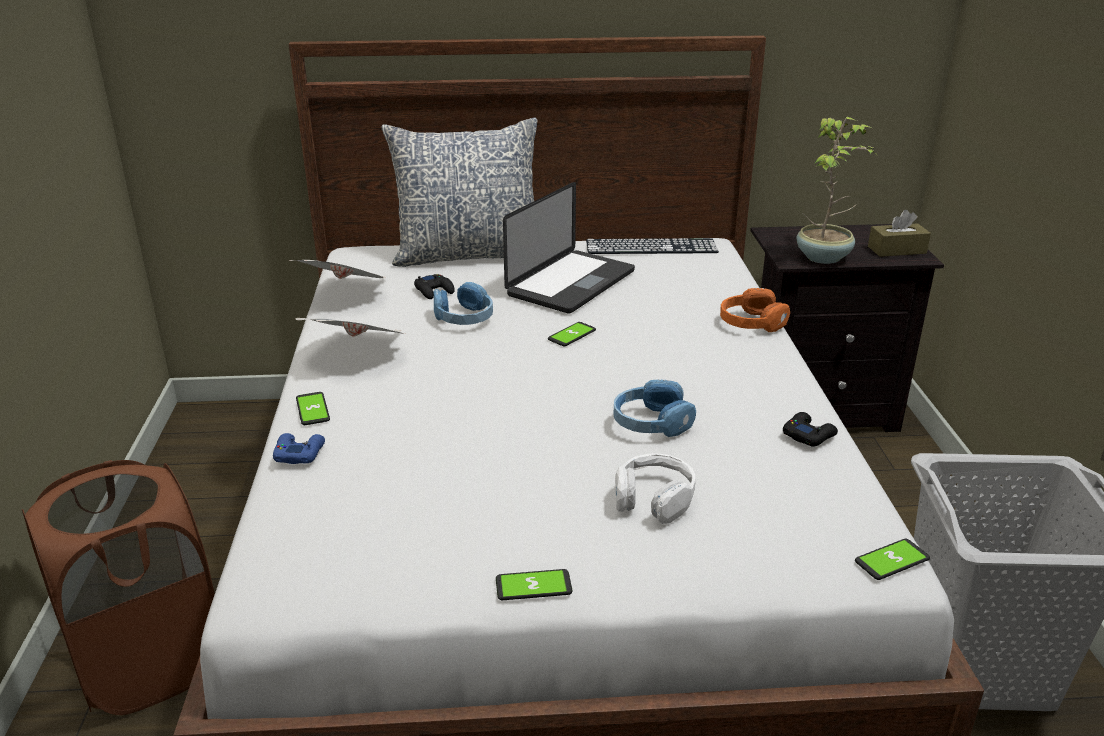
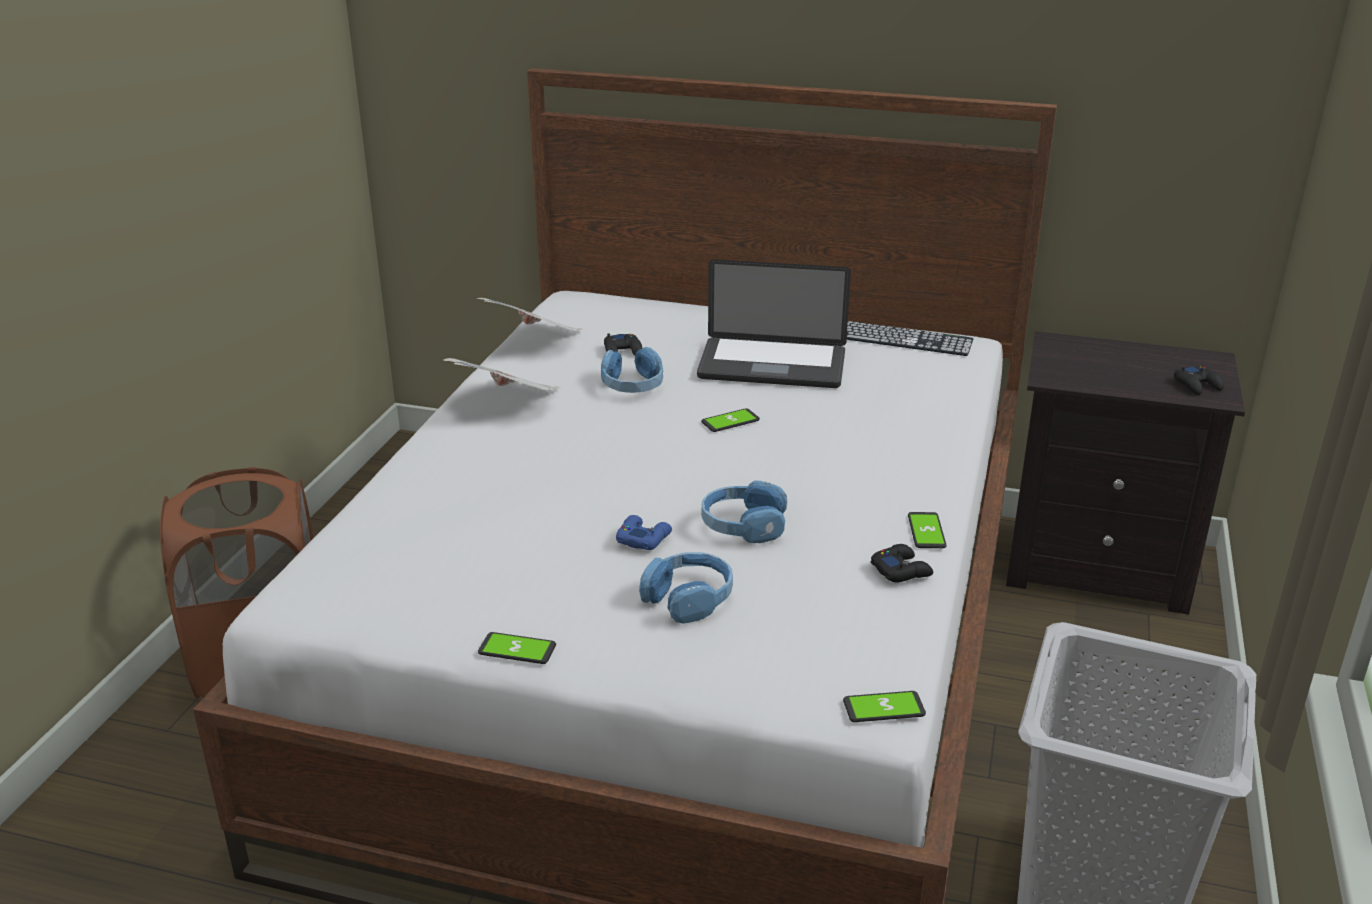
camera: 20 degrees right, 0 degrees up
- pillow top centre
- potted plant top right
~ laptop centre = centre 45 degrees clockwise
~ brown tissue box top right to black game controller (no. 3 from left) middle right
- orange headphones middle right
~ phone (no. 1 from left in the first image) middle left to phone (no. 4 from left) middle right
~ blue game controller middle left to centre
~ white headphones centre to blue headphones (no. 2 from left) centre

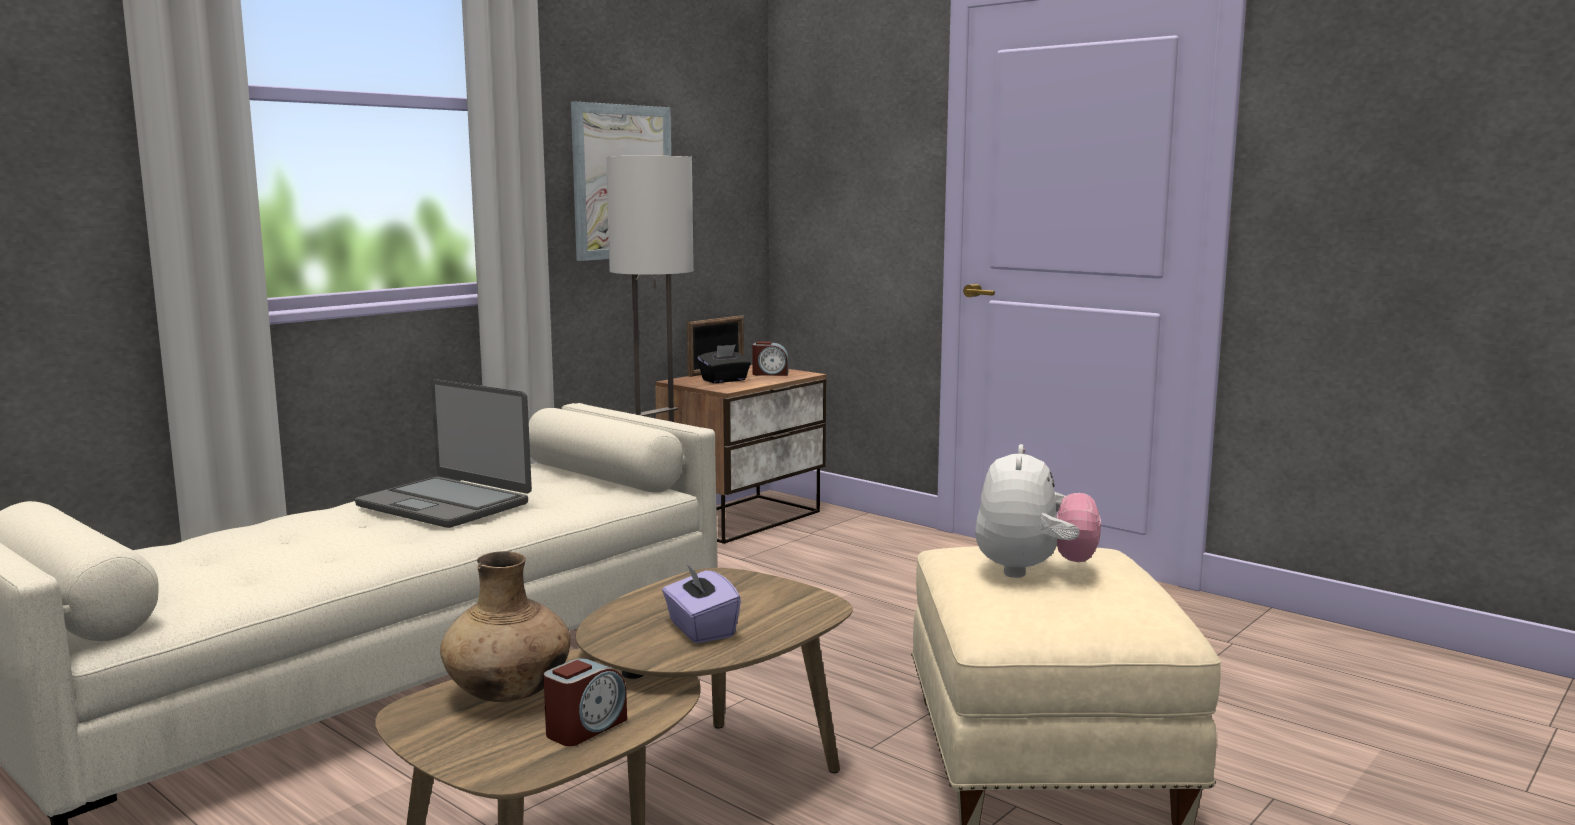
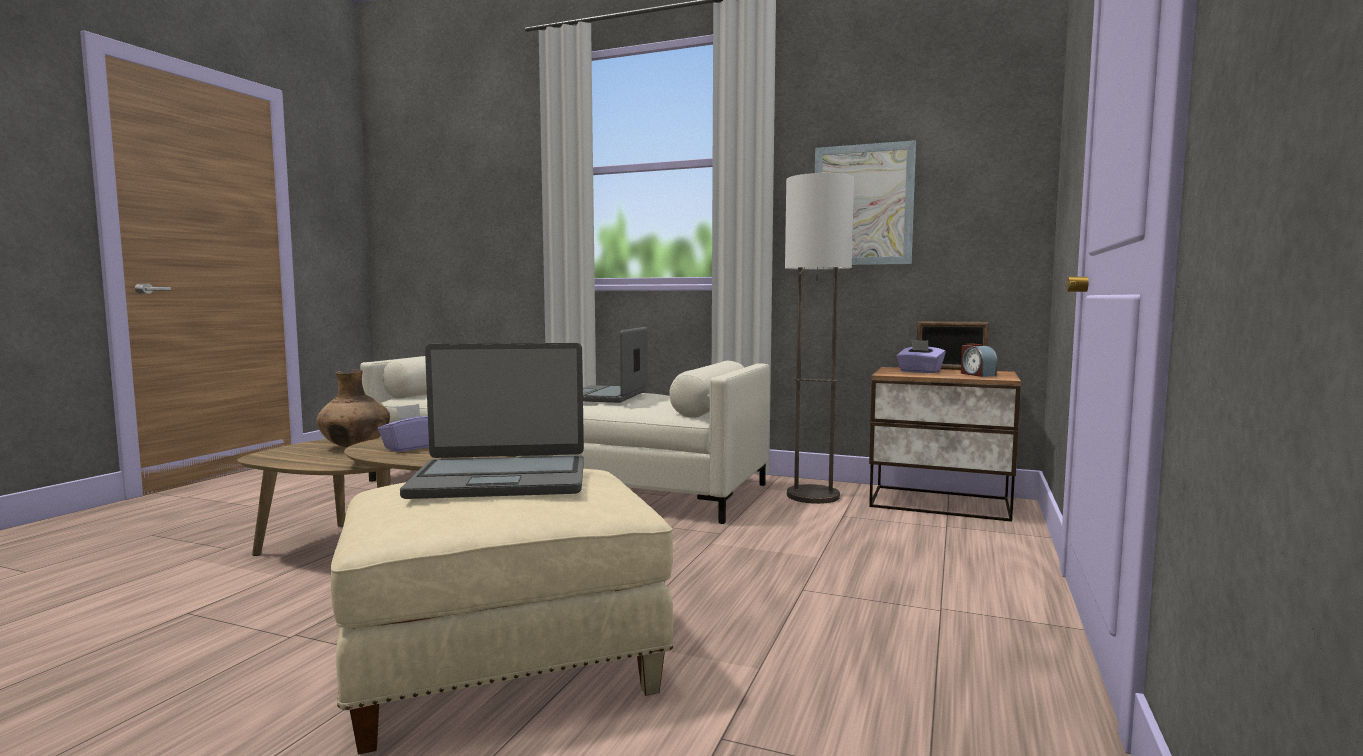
camera: 70 degrees right, 5 degrees down
~ black tissue box centre to purple tissue box (no. 2 from left) middle right
~ plush toy centre to laptop (no. 1 from left) centre
- alarm clock (no. 1 from left) bottom centre

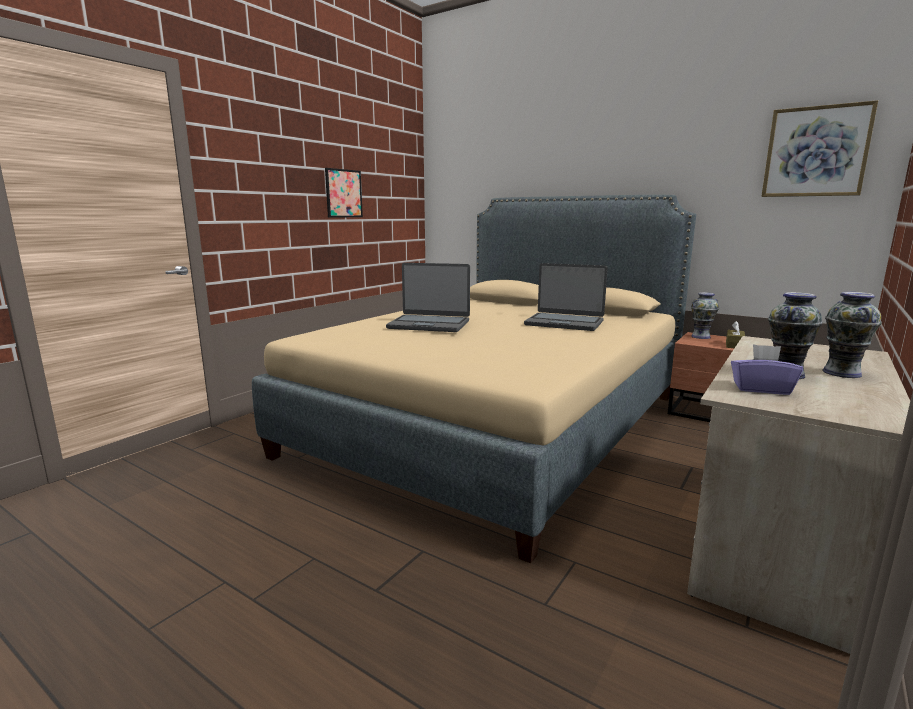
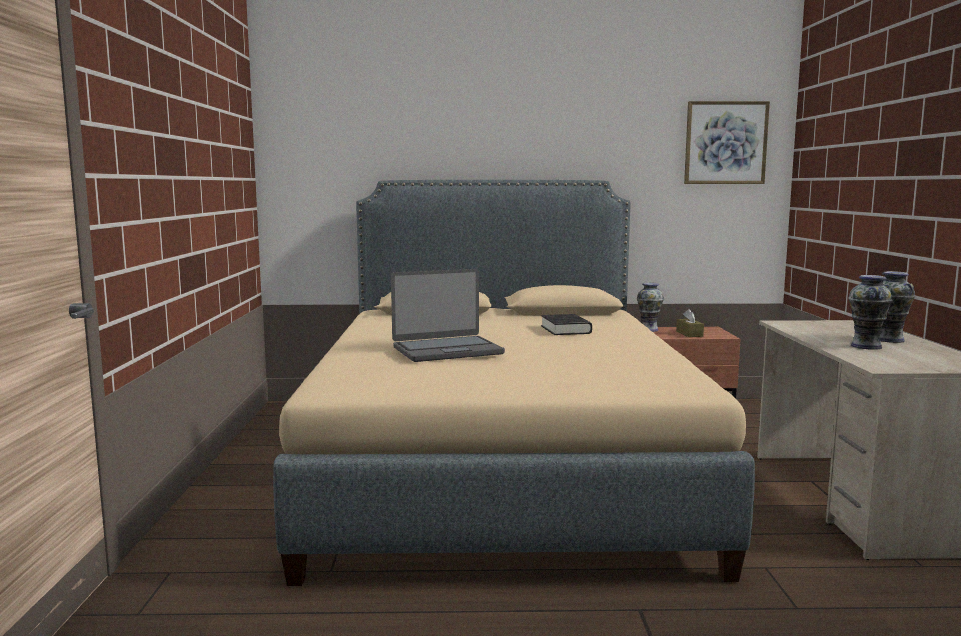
camera: 35 degrees left, 5 degrees down
- picture (no. 1 from left) top centre
~ laptop (no. 2 from left) centre to black book centre
- purple tissue box middle right

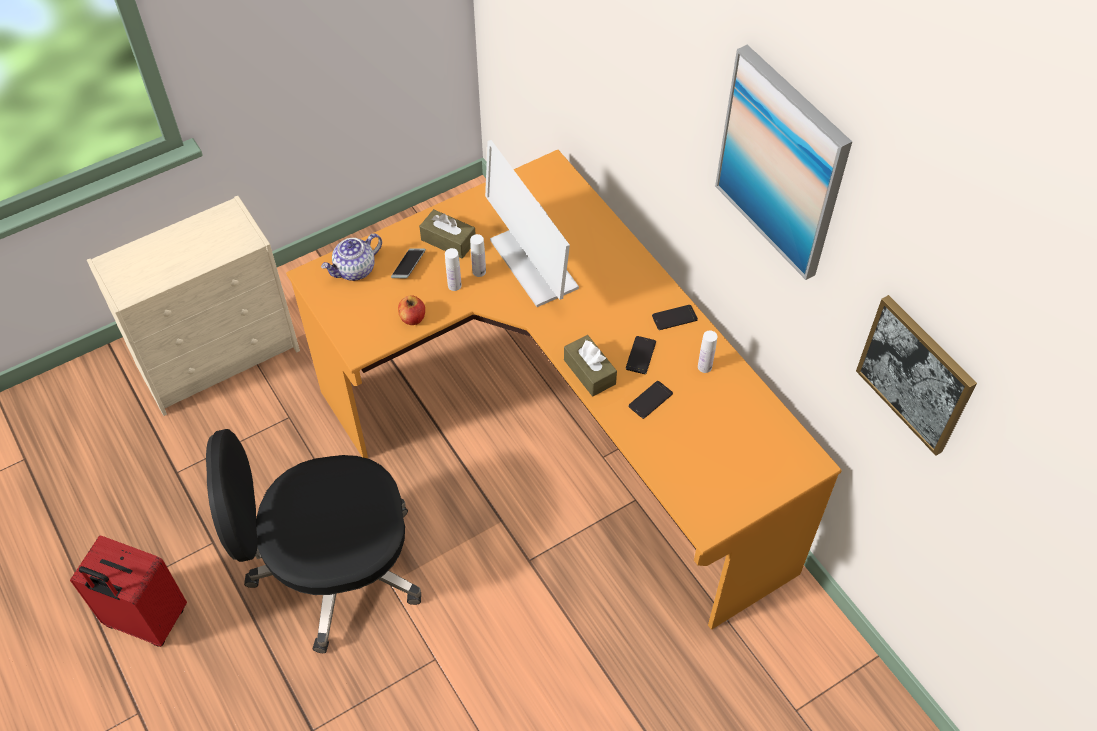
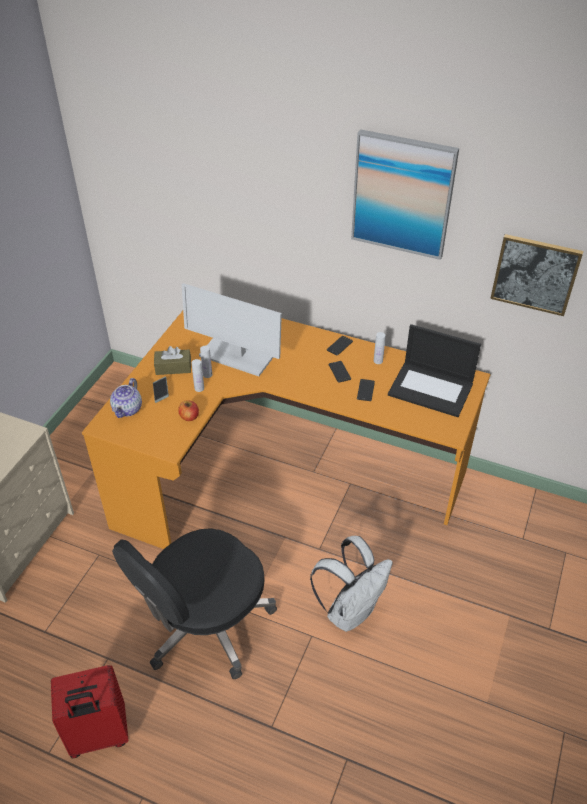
camera: 35 degrees left, 10 degrees down
- brown tissue box (no. 2 from left) centre
+ laptop middle right
+ white backpack bottom centre

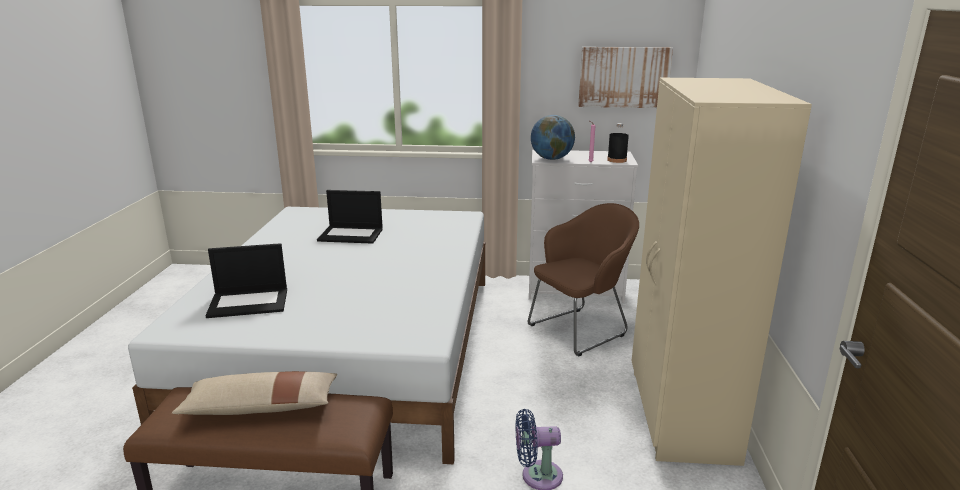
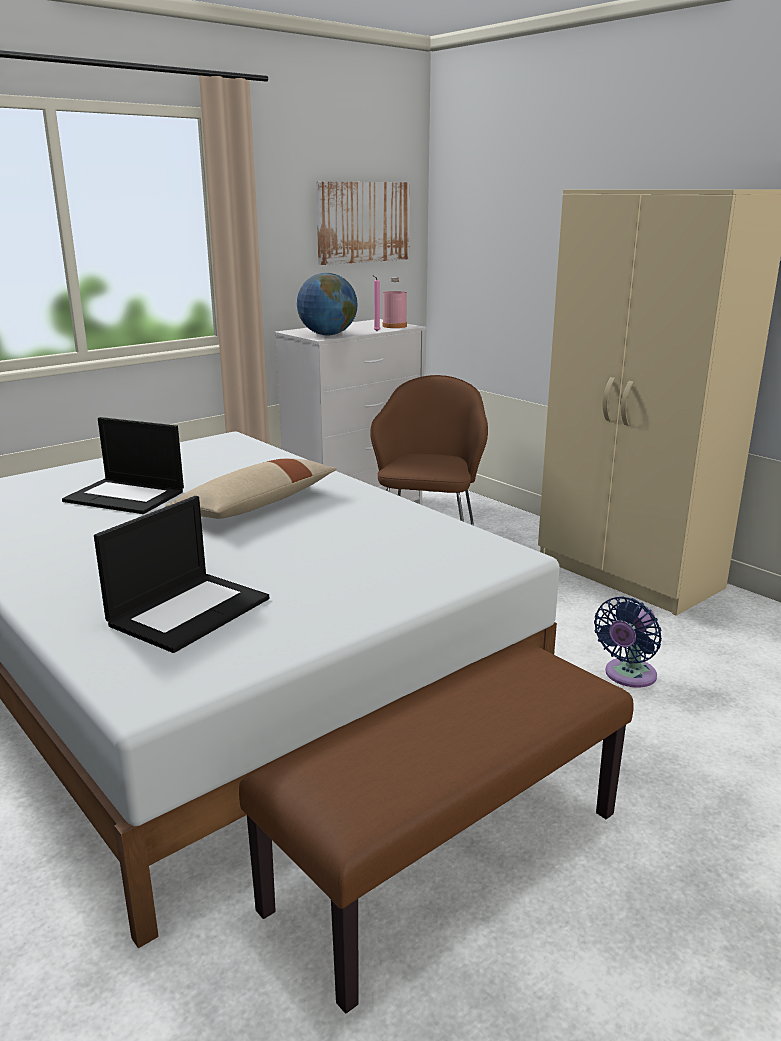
camera: 45 degrees left, 0 degrees up
~ black bottle top centre to pink bottle top centre
~ laptop (no. 2 from left in the first image) centre = middle left 60 degrees clockwise
~ beige pillow bottom left to middle left

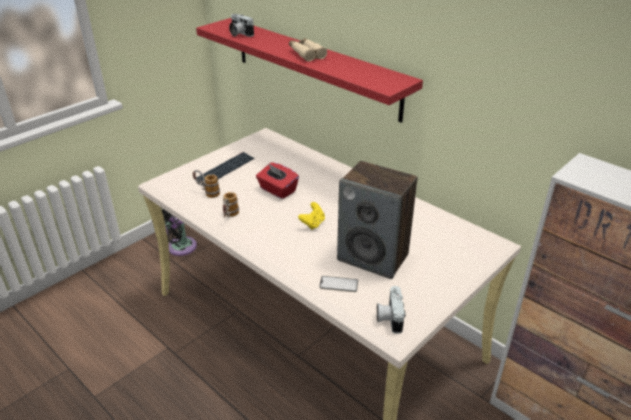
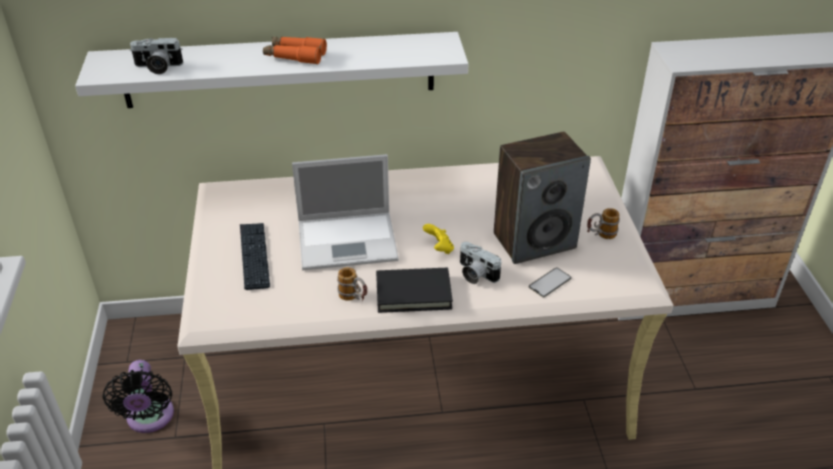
camera: 50 degrees left, 5 degrees up
~ red shelf top centre to white shelf top left
~ beige binoculars top centre to orange binoculars top centre
~ red tissue box centre to laptop centre
~ mug (no. 1 from left in the first image) middle left to mug (no. 2 from left) middle right
~ photo camera (no. 2 from left) bottom centre to centre
+ black book centre

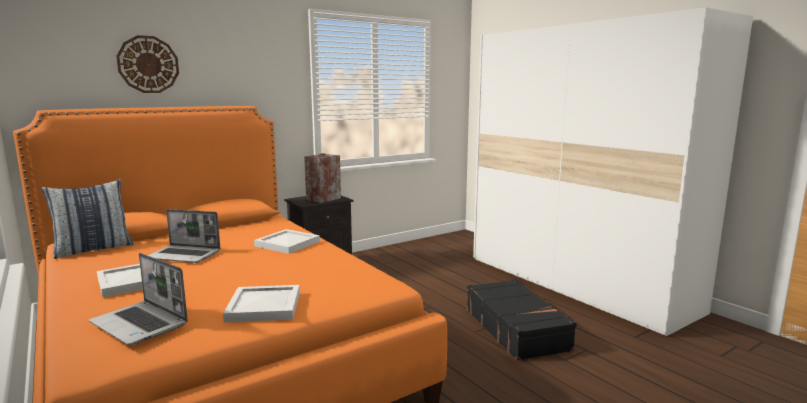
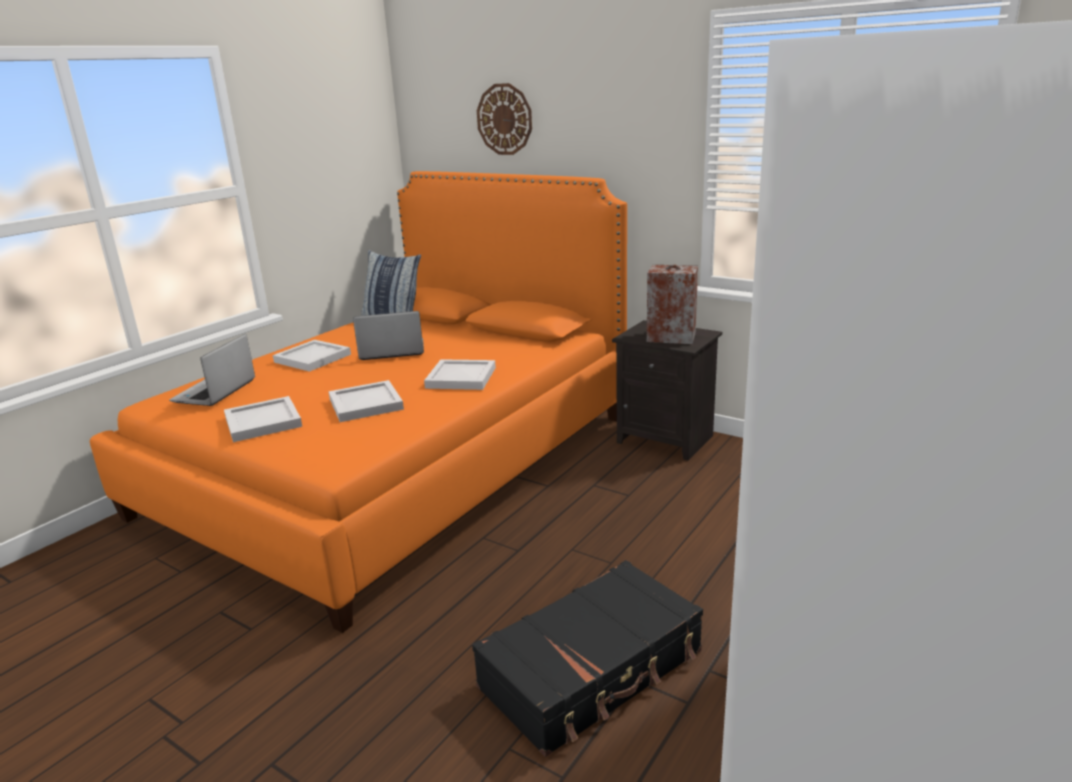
camera: 70 degrees right, 10 degrees up
~ laptop (no. 2 from left) middle left = centre 90 degrees clockwise
+ white tray (no. 3 from left) centre

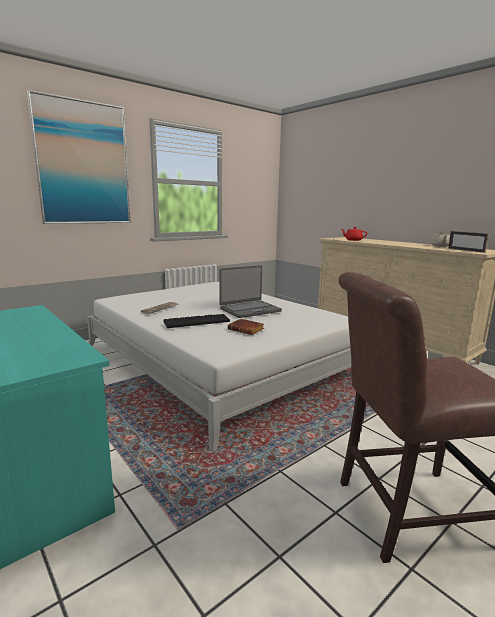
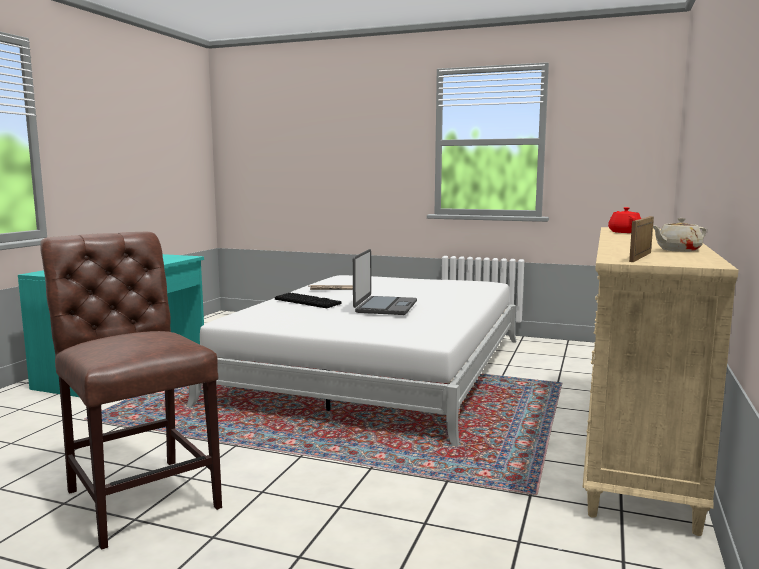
camera: 60 degrees right, 5 degrees down
- picture top left
~ laptop centre = centre 105 degrees counterclockwise
- brown book centre

